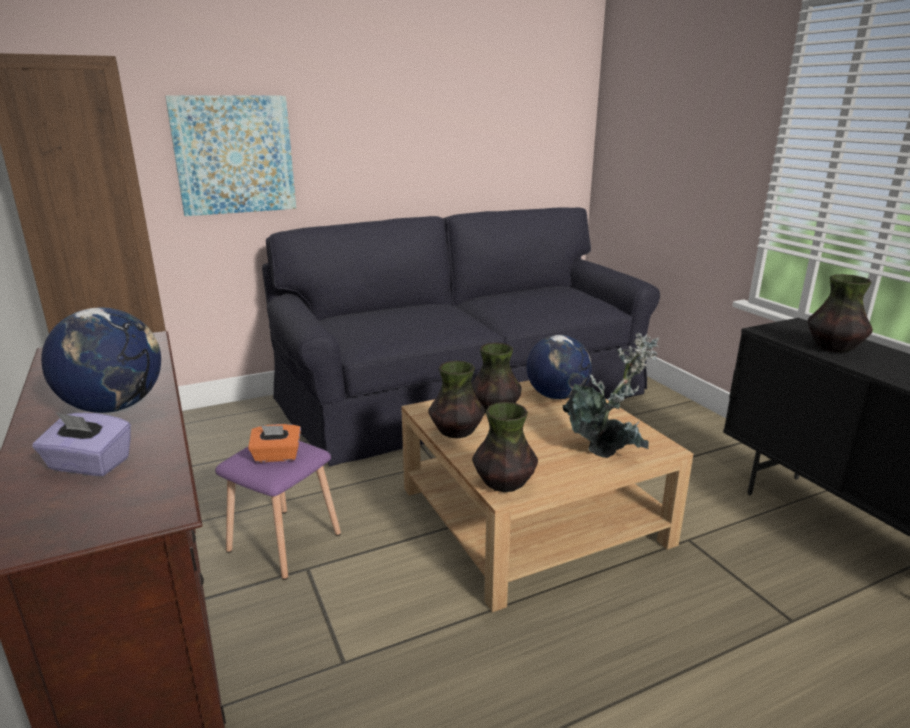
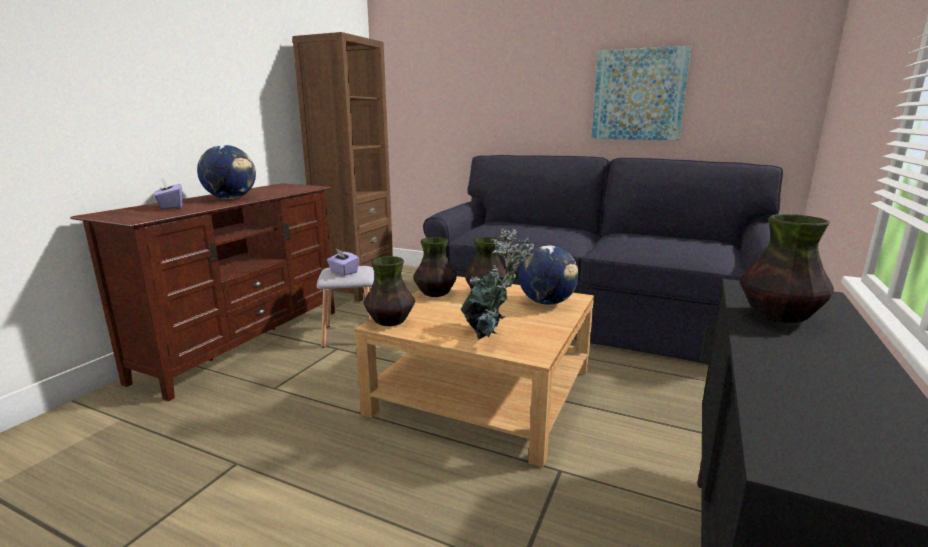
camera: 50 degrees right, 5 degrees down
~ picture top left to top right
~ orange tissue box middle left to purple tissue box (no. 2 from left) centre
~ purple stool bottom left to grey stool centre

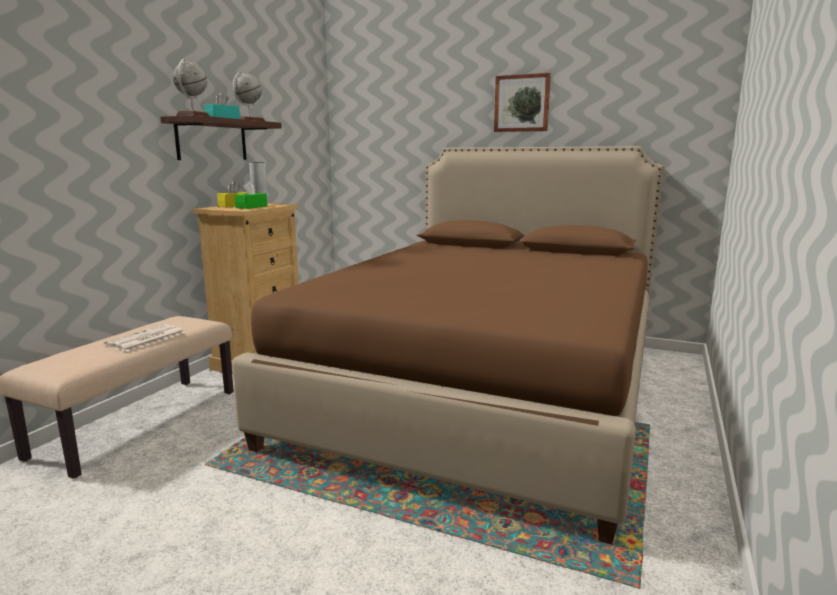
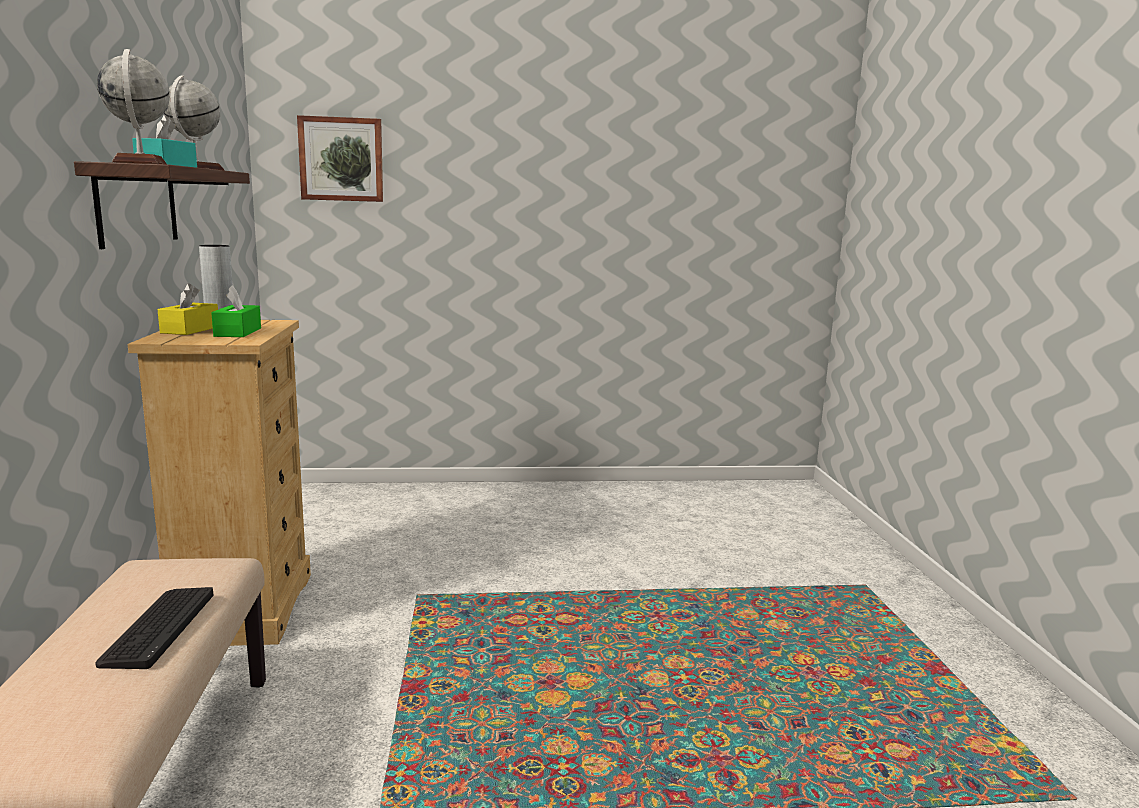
camera: 30 degrees left, 0 degrees up
~ picture top centre to top left
- brown bed centre
~ newspaper middle left to keyboard bottom left

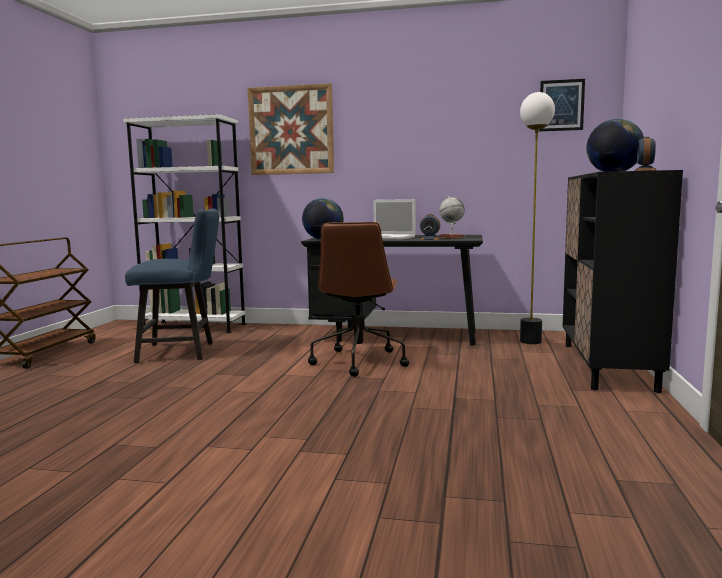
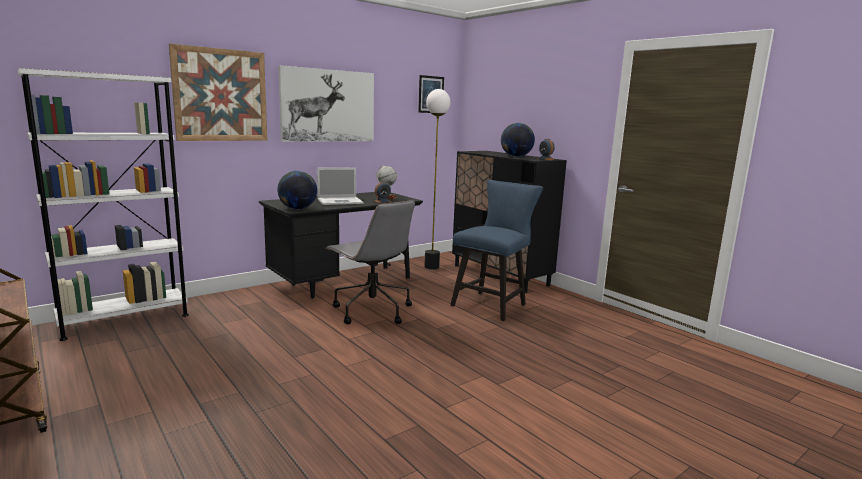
camera: 50 degrees left, 5 degrees up
~ blue chair middle left to centre
~ brown office chair centre to grey office chair centre
+ picture (no. 2 from left) top centre

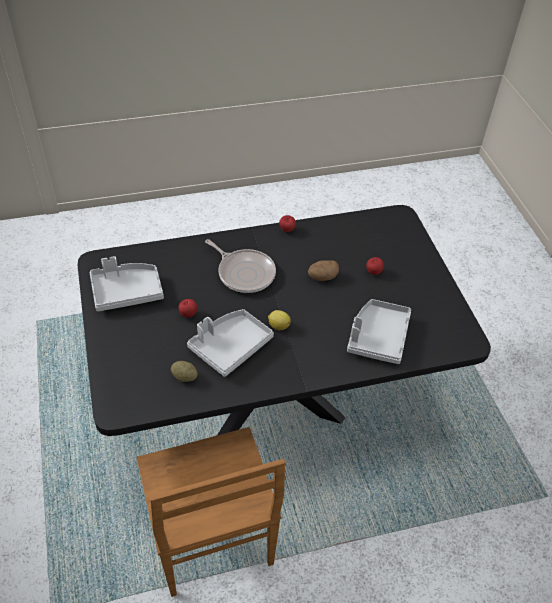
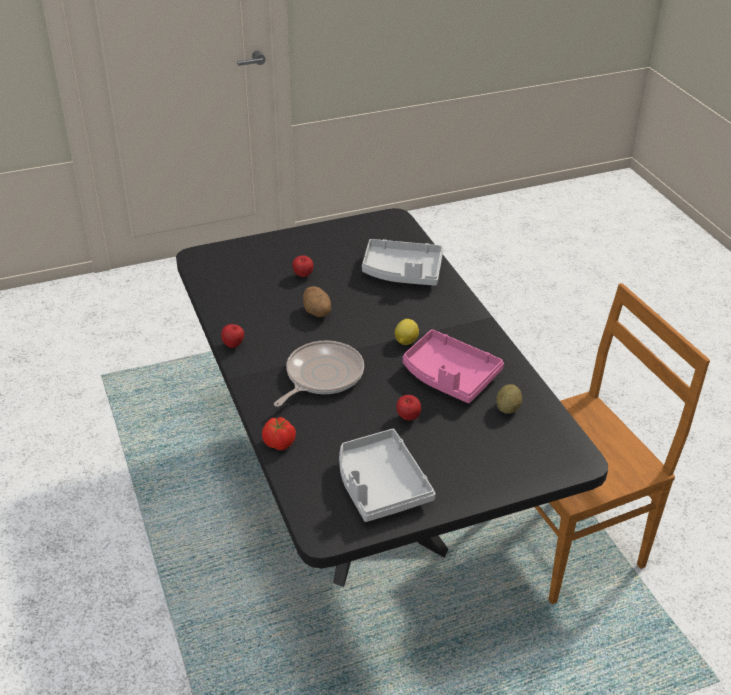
camera: 95 degrees left, 10 degrees down
~ grey tray (no. 2 from left) centre to pink tray centre
+ tomato centre

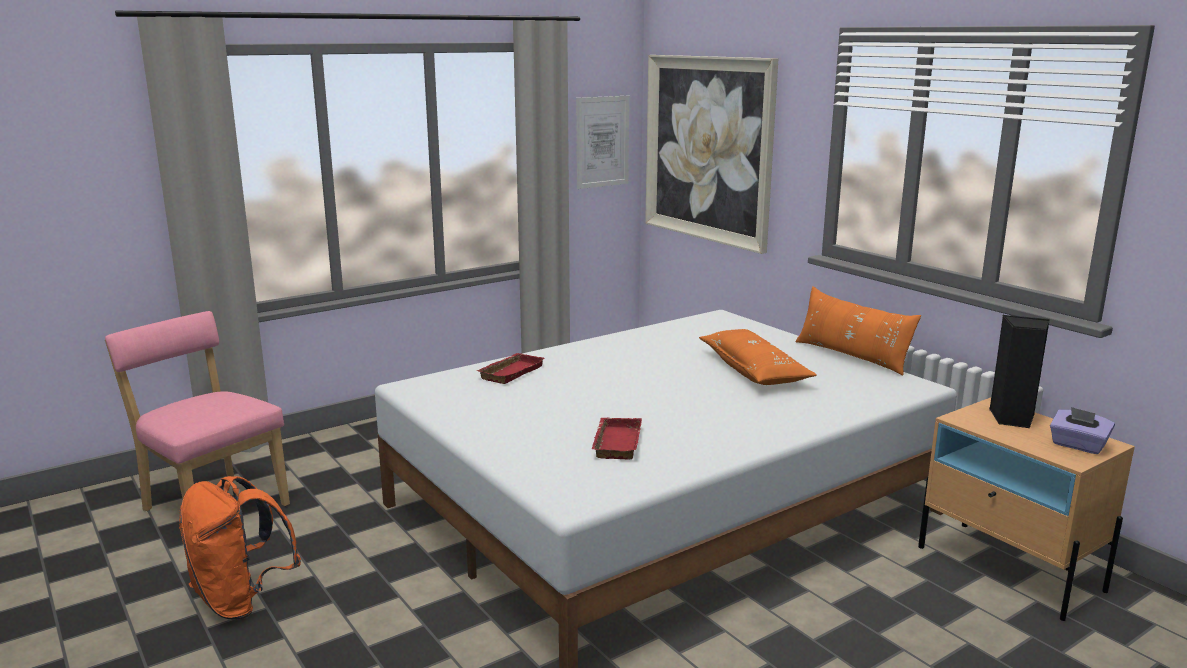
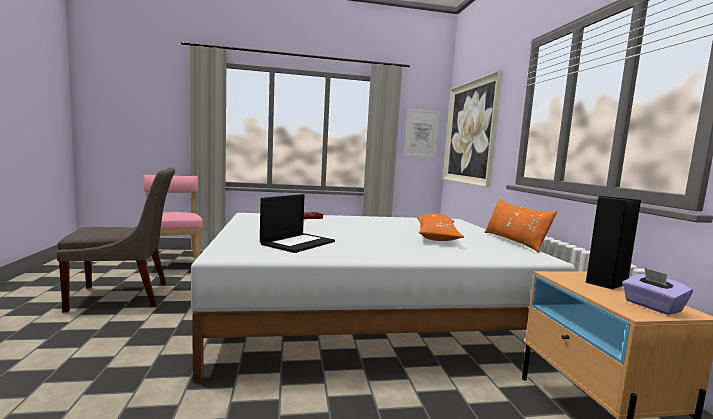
camera: 25 degrees right, 10 degrees down
~ red tray (no. 2 from left) centre to laptop centre
~ orange backpack bottom left to grey chair middle left

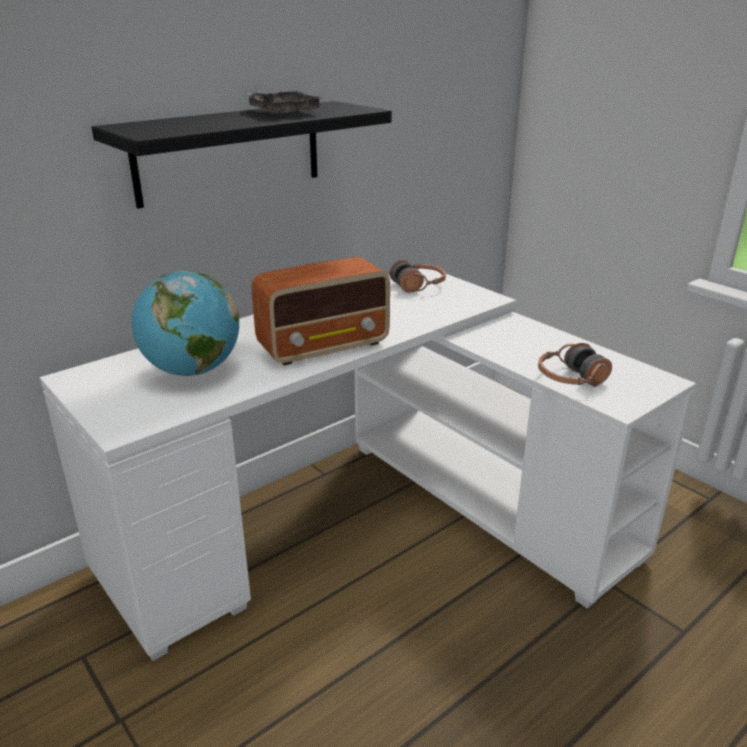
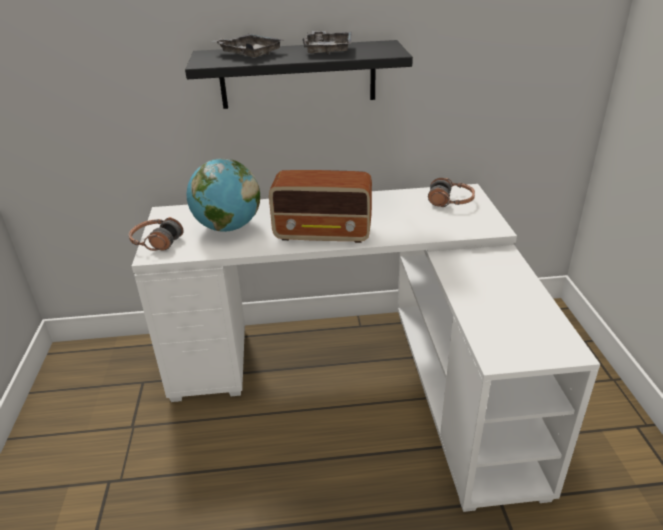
camera: 35 degrees right, 5 degrees up
~ headphones (no. 2 from left in the first image) middle right to headphones (no. 1 from left) middle left
+ grey tray (no. 1 from left) top centre

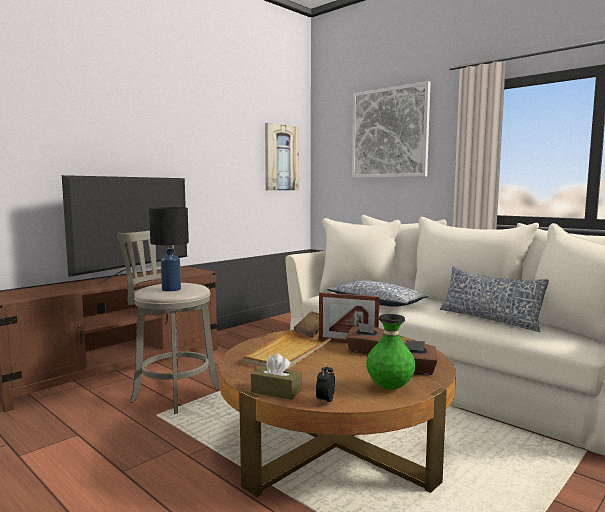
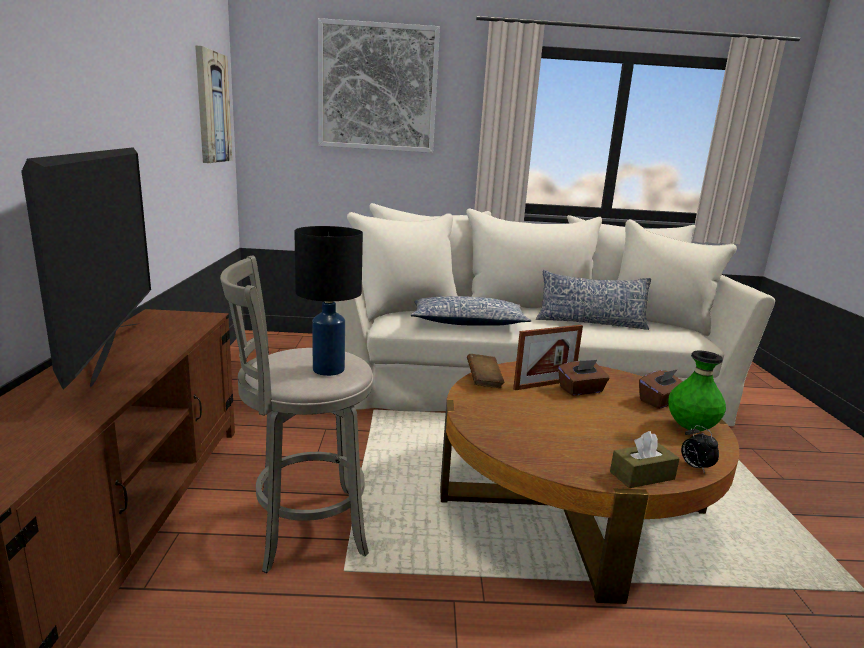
camera: 45 degrees left, 10 degrees up
- beige tray bottom centre

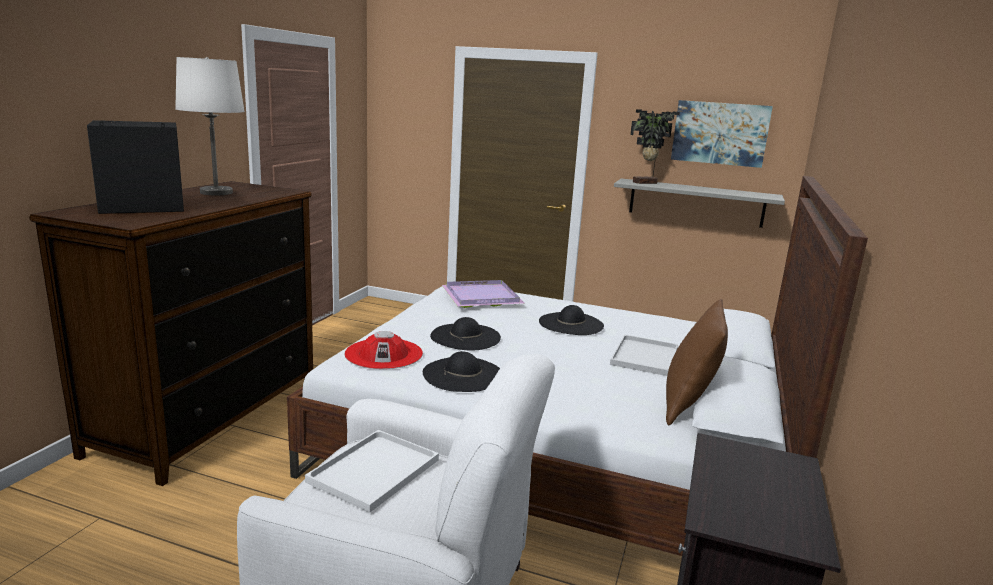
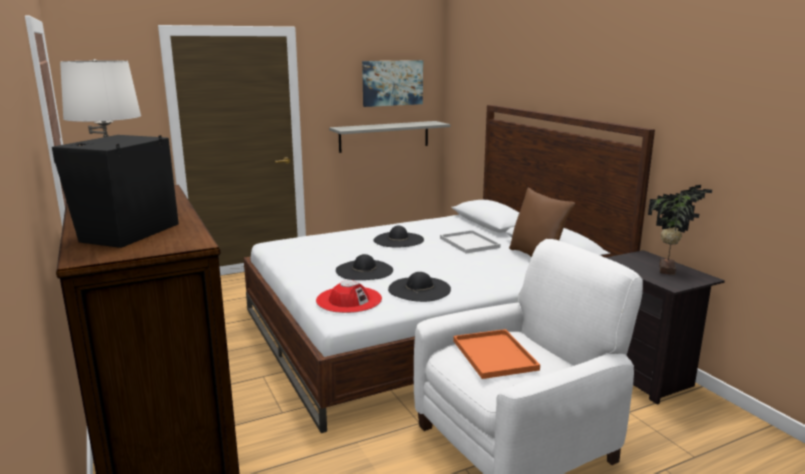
camera: 45 degrees left, 0 degrees up
~ potted plant top centre to middle right
- purple tray centre
~ white tray (no. 1 from left) bottom centre to orange tray bottom centre

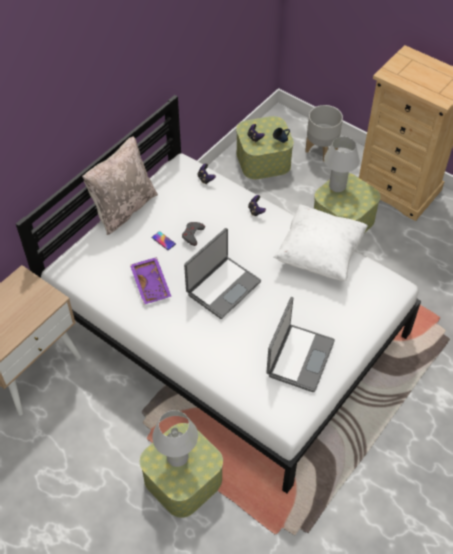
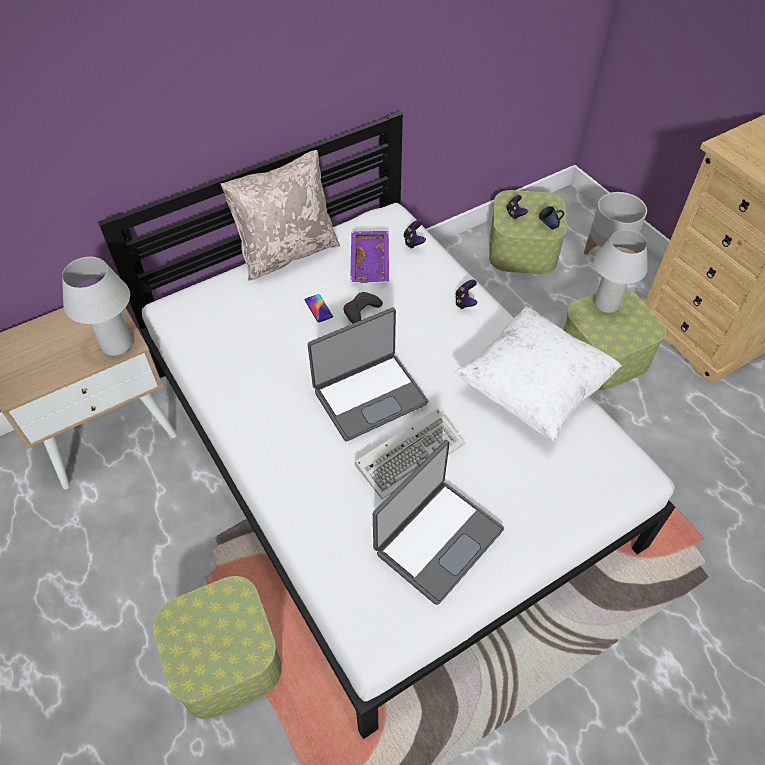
camera: 20 degrees right, 0 degrees up
~ purple tray middle left to centre
~ white table lamp (no. 1 from left) bottom centre to middle left
+ keyboard centre

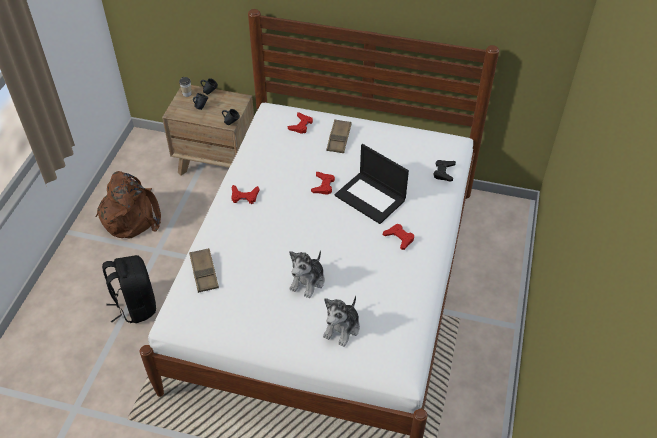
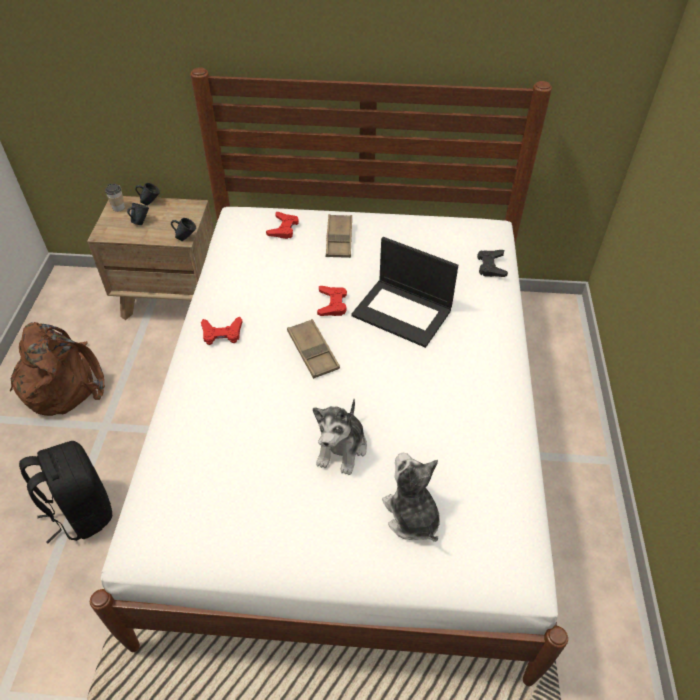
camera: 10 degrees left, 0 degrees up
- red game controller (no. 4 from left) centre
~ brown tray (no. 1 from left) middle left to centre
~ plush toy (no. 2 from left) bottom centre = bottom centre 135 degrees clockwise

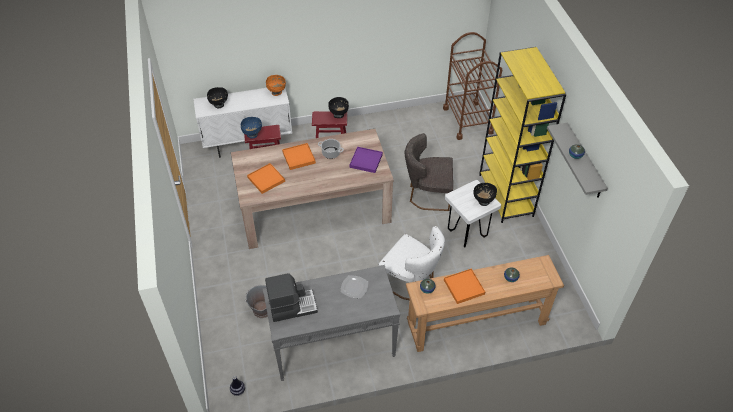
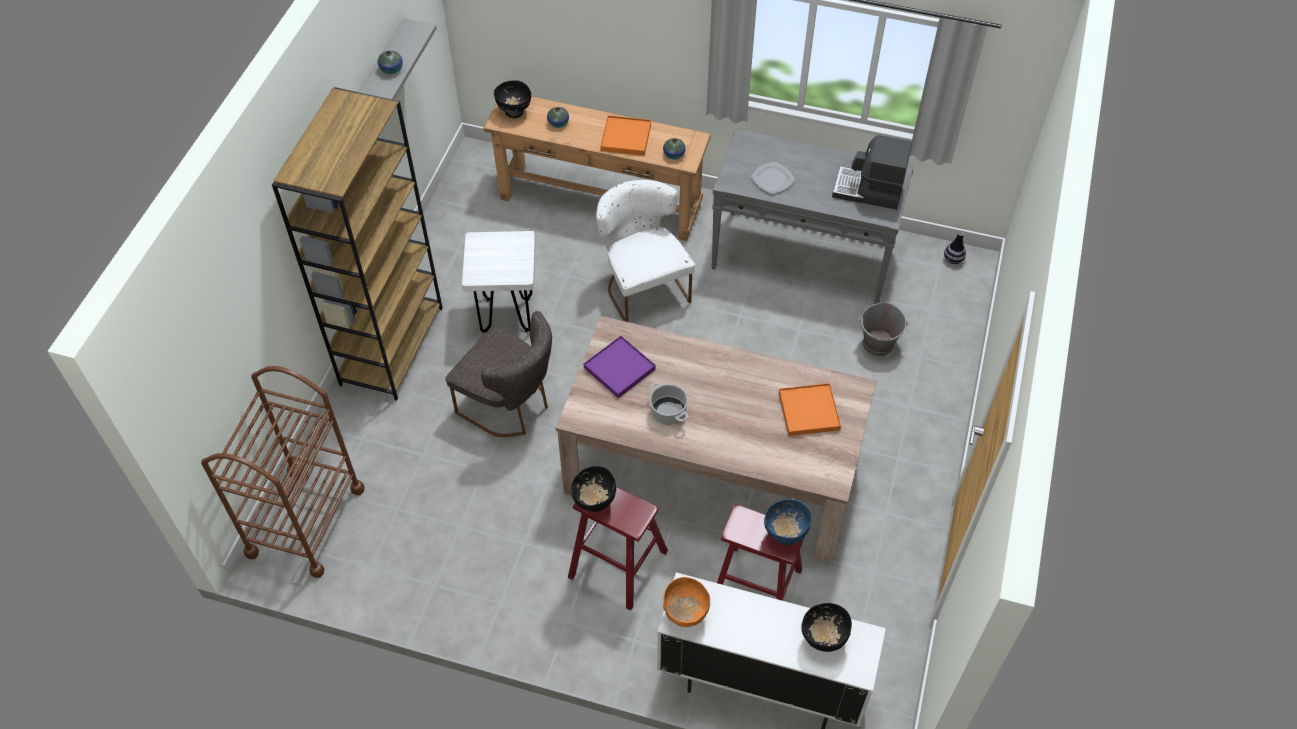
camera: 150 degrees left, 5 degrees up
~ yellow bookcase top right to brown bookcase middle left
- orange tray (no. 2 from left) centre
~ black bowl (no. 3 from left in the first image) centre to black bowl (no. 1 from left) top centre

